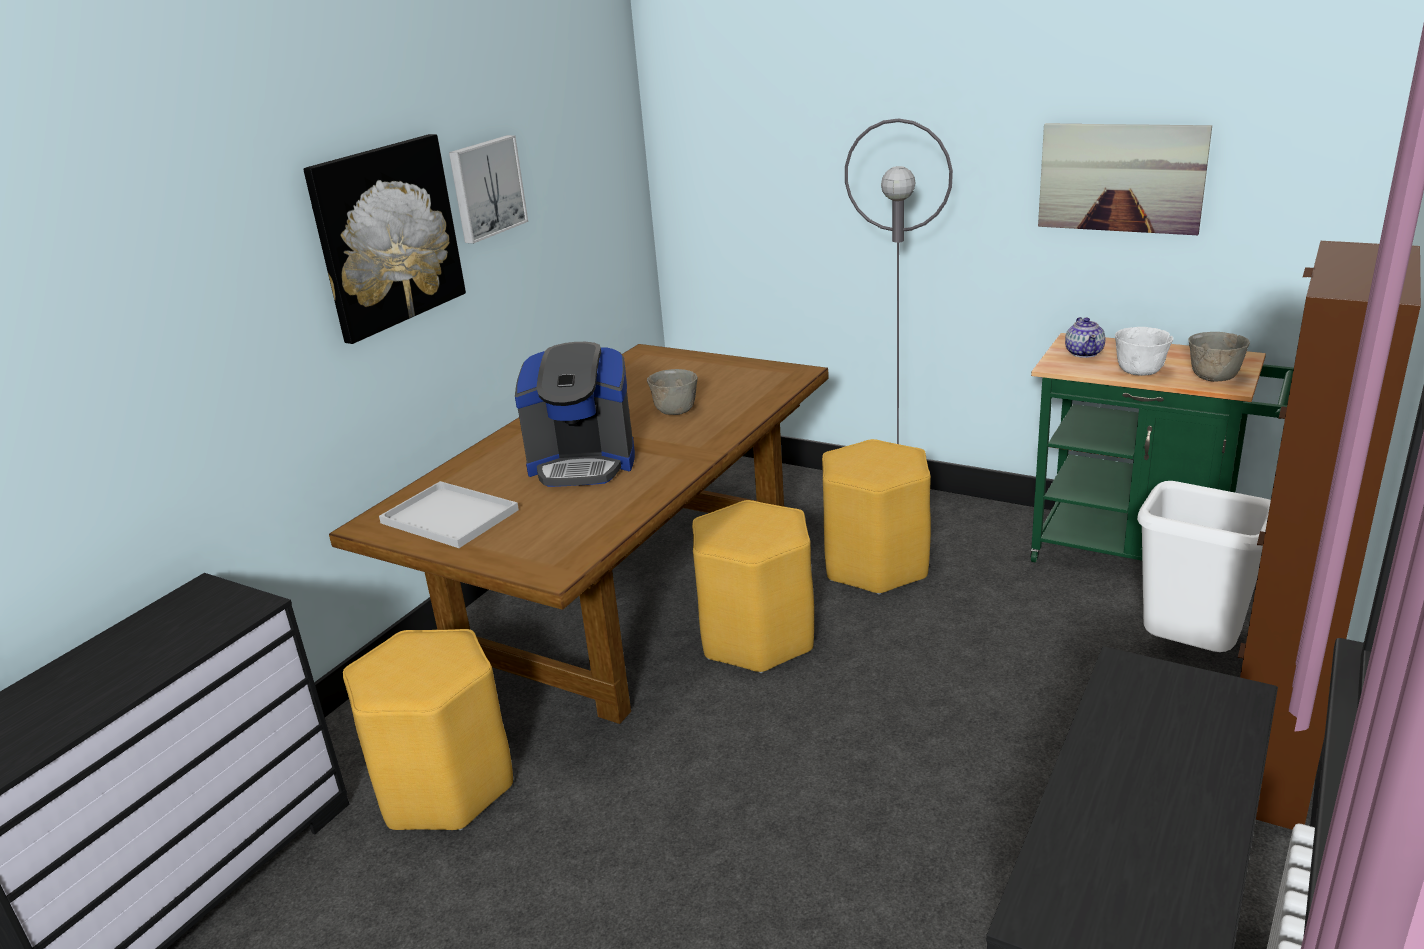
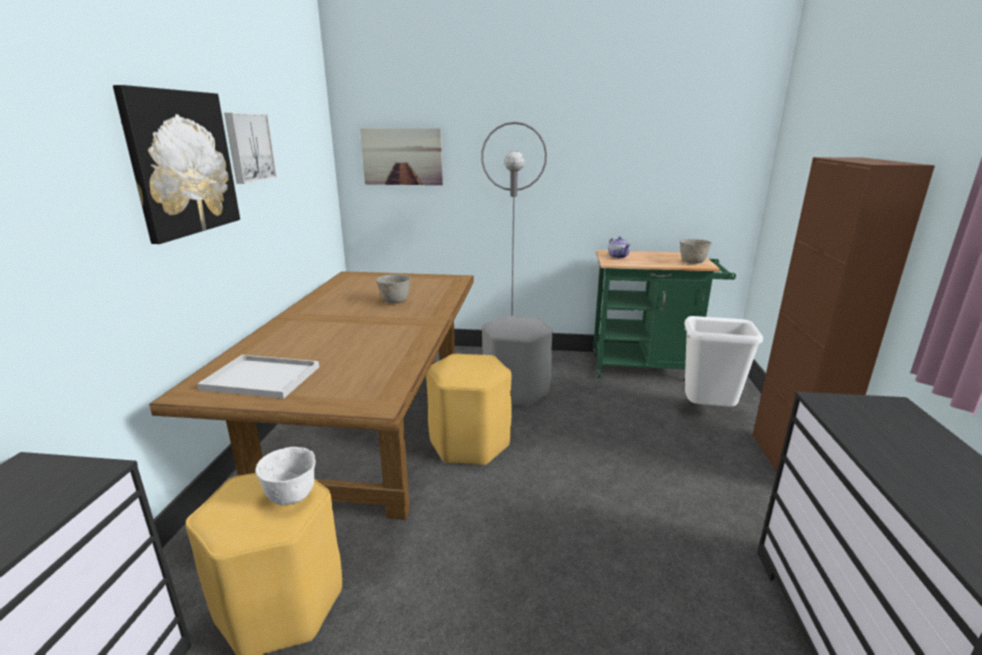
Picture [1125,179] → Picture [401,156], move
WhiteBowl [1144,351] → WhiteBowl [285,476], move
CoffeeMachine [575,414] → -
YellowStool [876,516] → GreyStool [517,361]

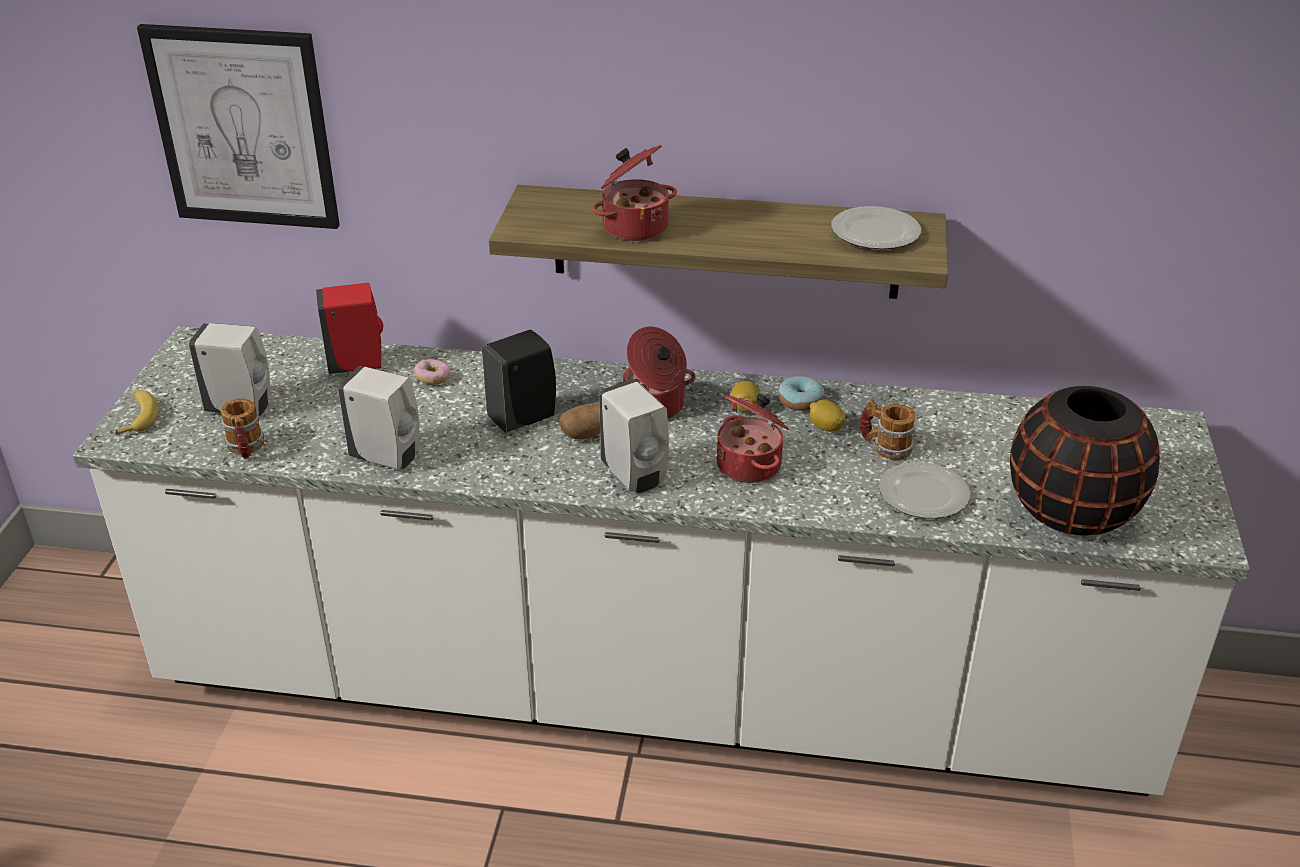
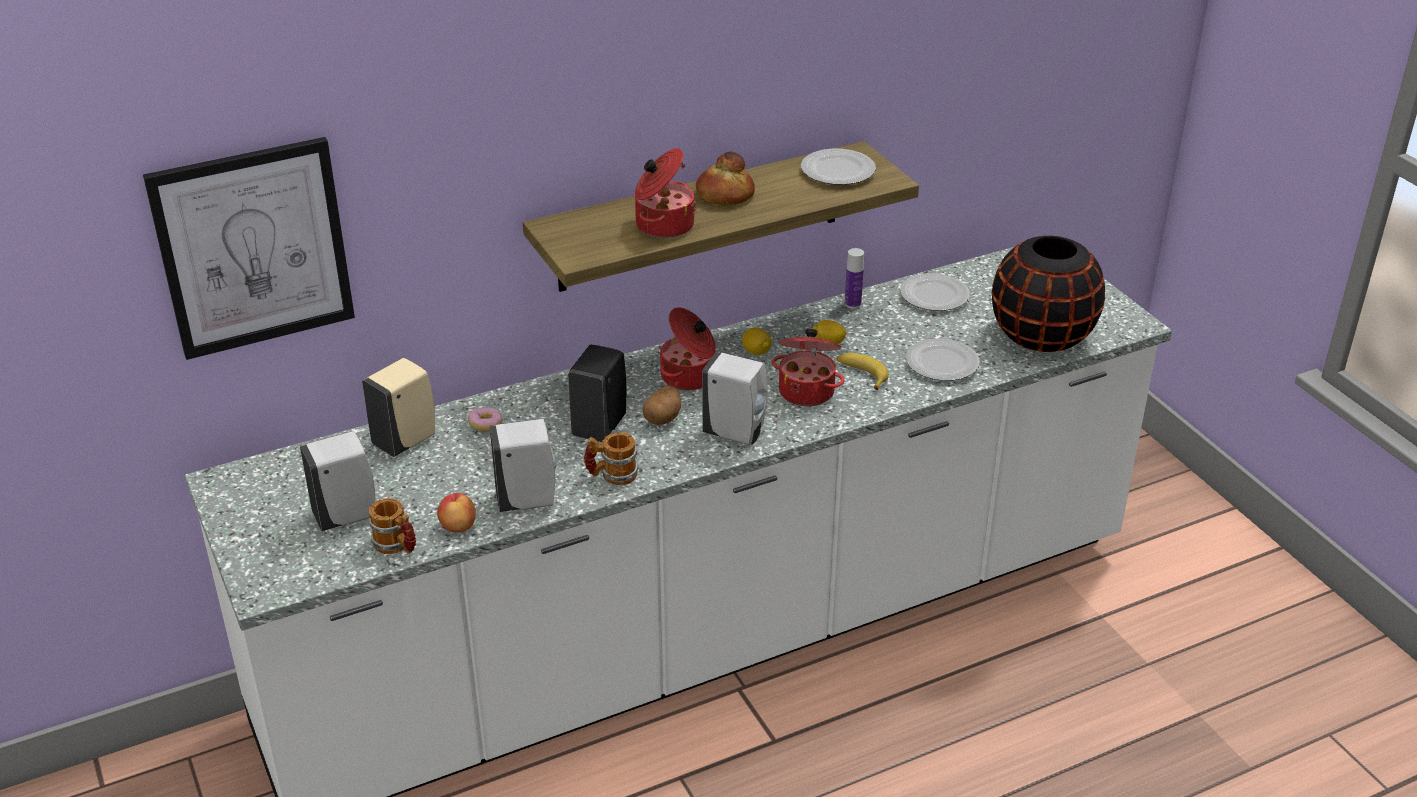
RedSoapDispenser [349,328] → BeigeSoapDispenser [398,407]
Donut [801,393] → -
Banana [136,412] → Banana [863,371], move
Mug [887,429] → Mug [611,458], move
- → Bread [725,178]
- → Bottle [854,278]
- → Plate [935,292]
- → Apple [456,512]

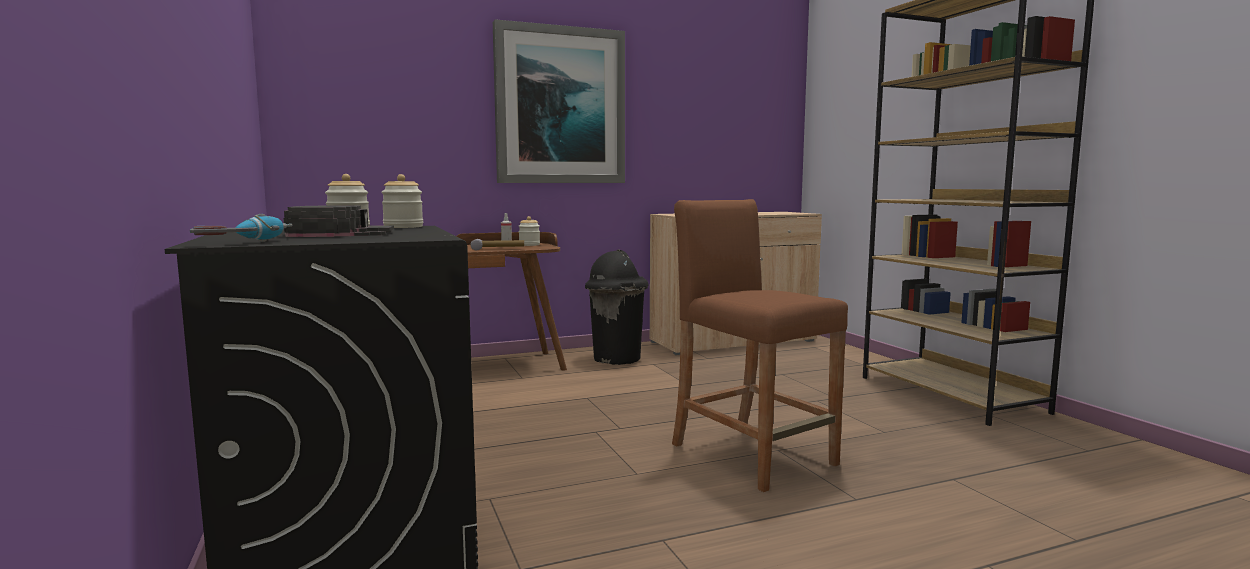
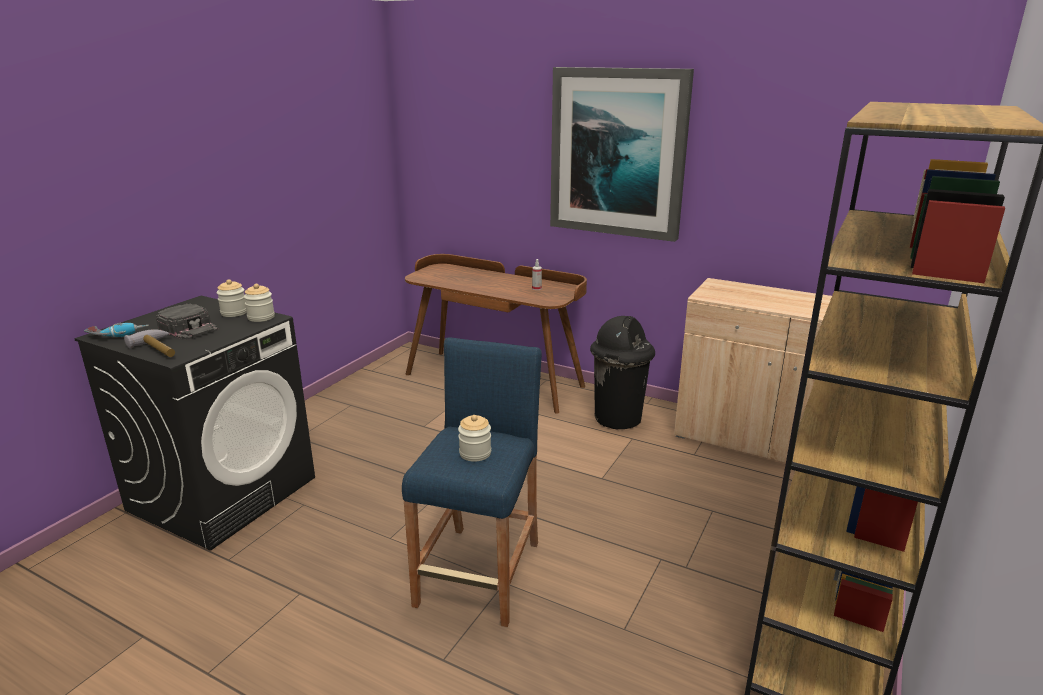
BrownStool [760,345] → BlueStool [472,482]
Jar [529,231] → Jar [474,438], move
Hammer [497,245] → Hammer [149,343], move

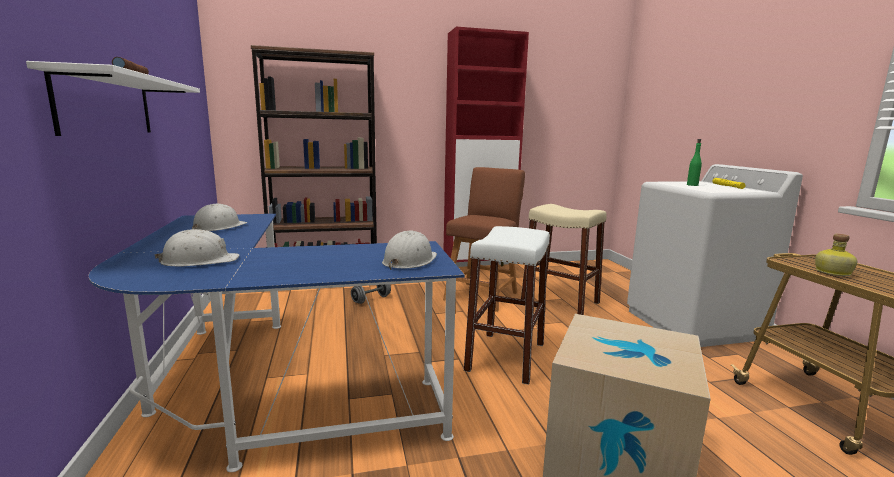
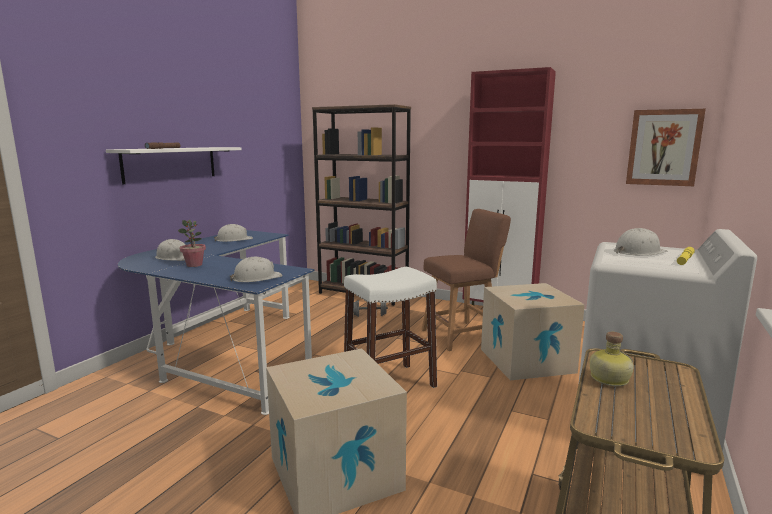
GreenBottle [694,162] → WhiteHardHat [641,242]
BeigeStool [564,259] → CardboardBox [533,331]
- → Picture [666,147]
- → PottedPlant [192,243]

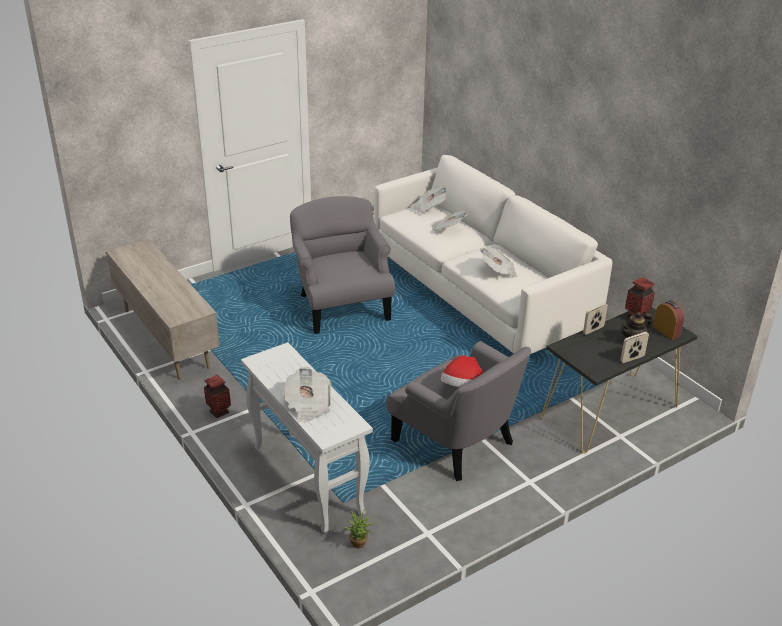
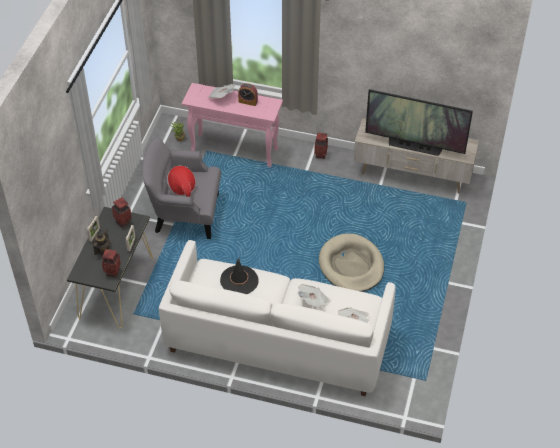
GreyArmchair [342,265] → BeigeDogBed [351,262]
Newspaper [498,262] → BlackHat [239,275]
AlarmClock [668,320] → AlarmClock [248,94], move
WhiteConsoleTable [307,437] → PinkConsoleTable [232,125]
- → Television [419,122]
- → Vase [122,212]

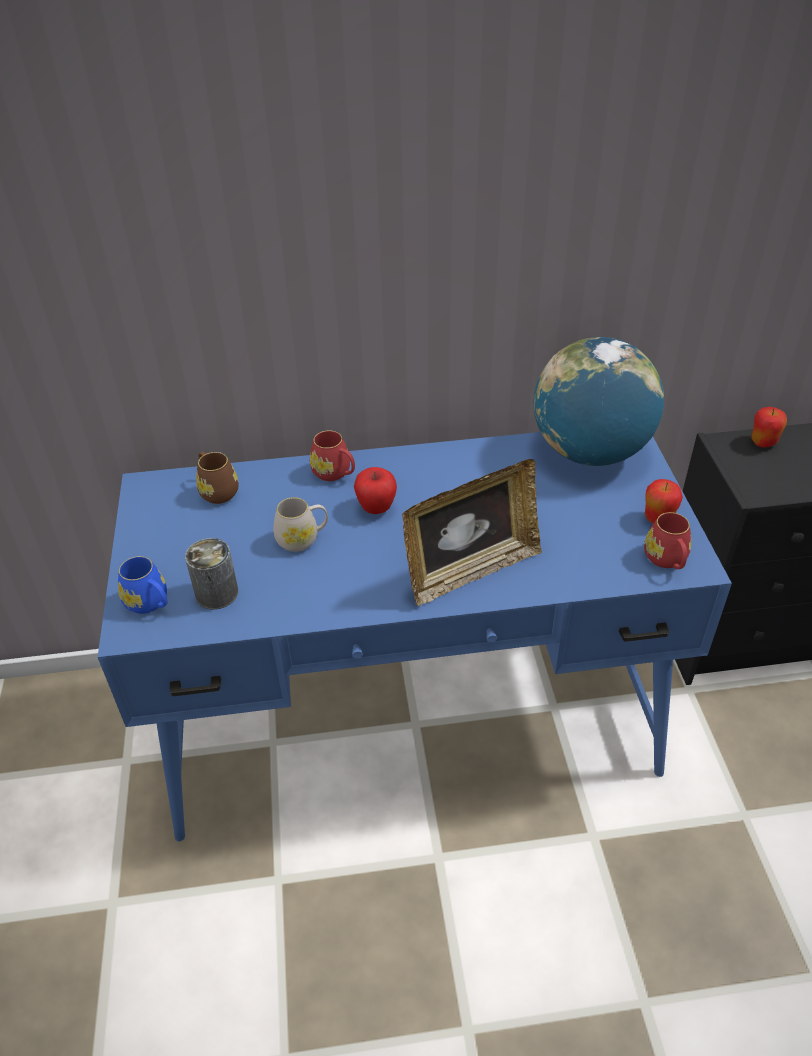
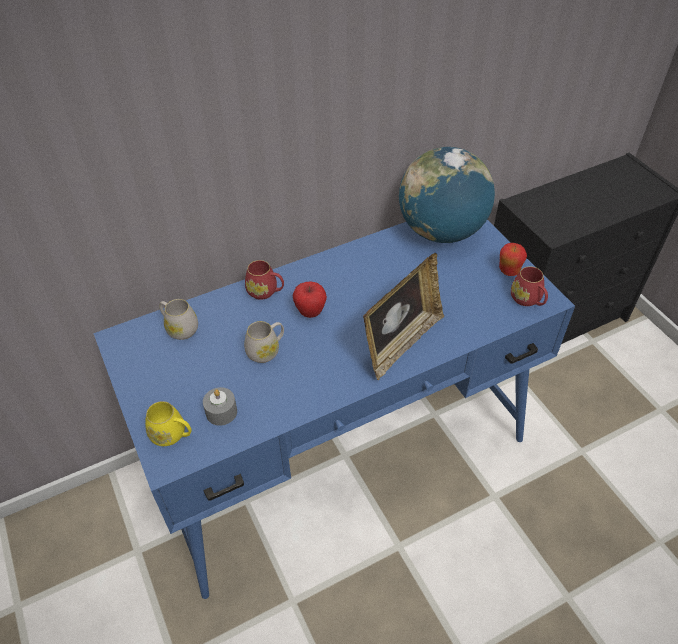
Apple [769,427] → -
BrownMug [217,478] → WhiteMug [178,319]
Can [211,574] → GreyCandle [220,406]
BlueMug [143,585] → YellowMug [168,423]

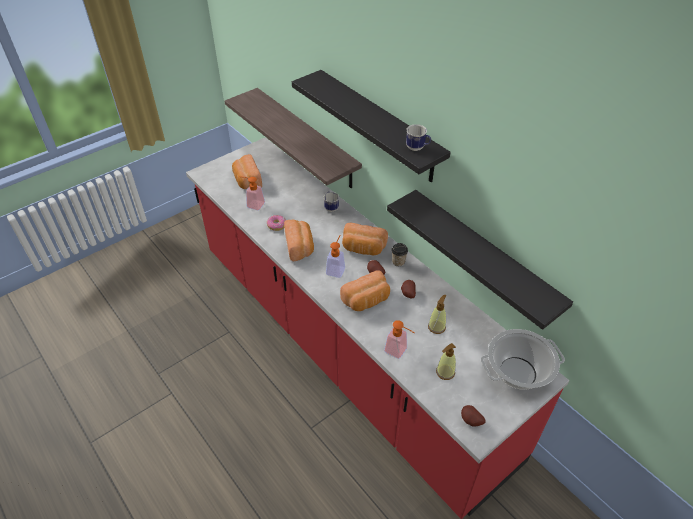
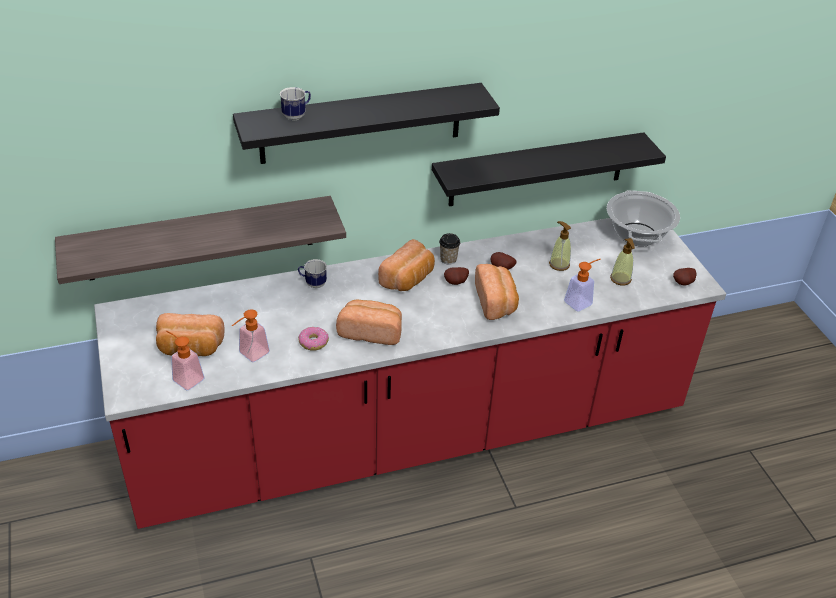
Mug [418,137] → Mug [295,103], move
SoapDispenser [335,256] → SoapDispenser [185,361], move

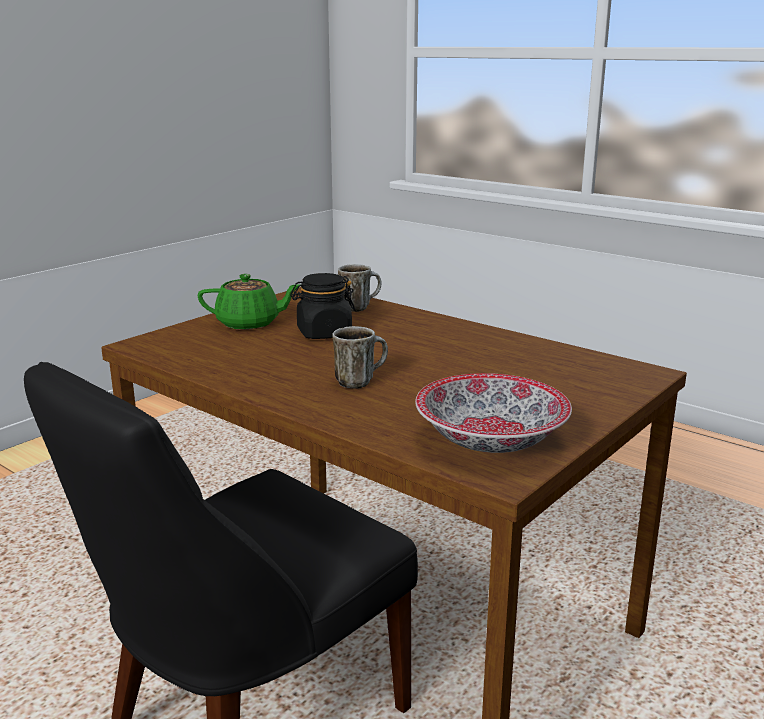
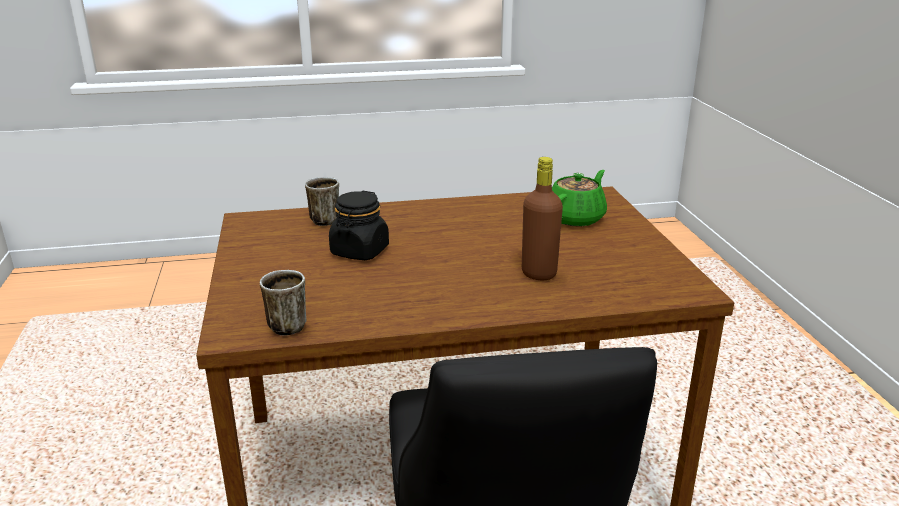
GreenTeapot [249,302] → GreenTeapot [579,198], move
Mug [360,357] → Mug [283,303], move
Bowl [493,413] → -
- → BrownBottle [542,218]

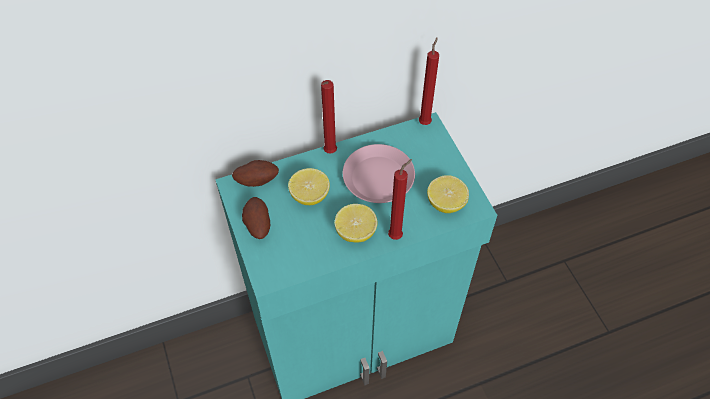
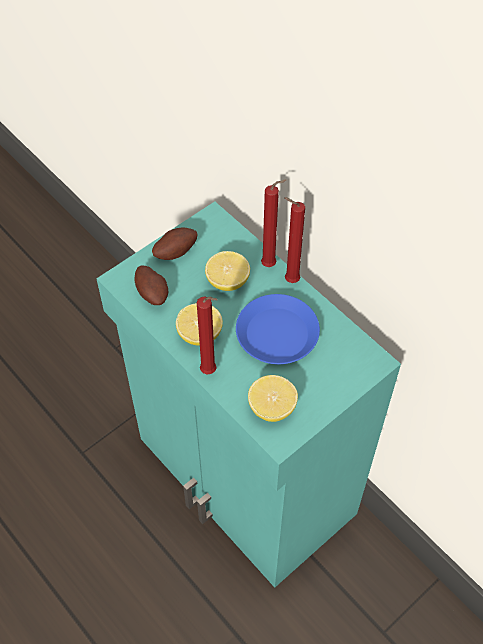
RedCandle [429,81] → RedCandle [273,223], move
PinkPlate [379,173] → BluePlate [278,329]
Potato [255,173] → Potato [151,285], move

